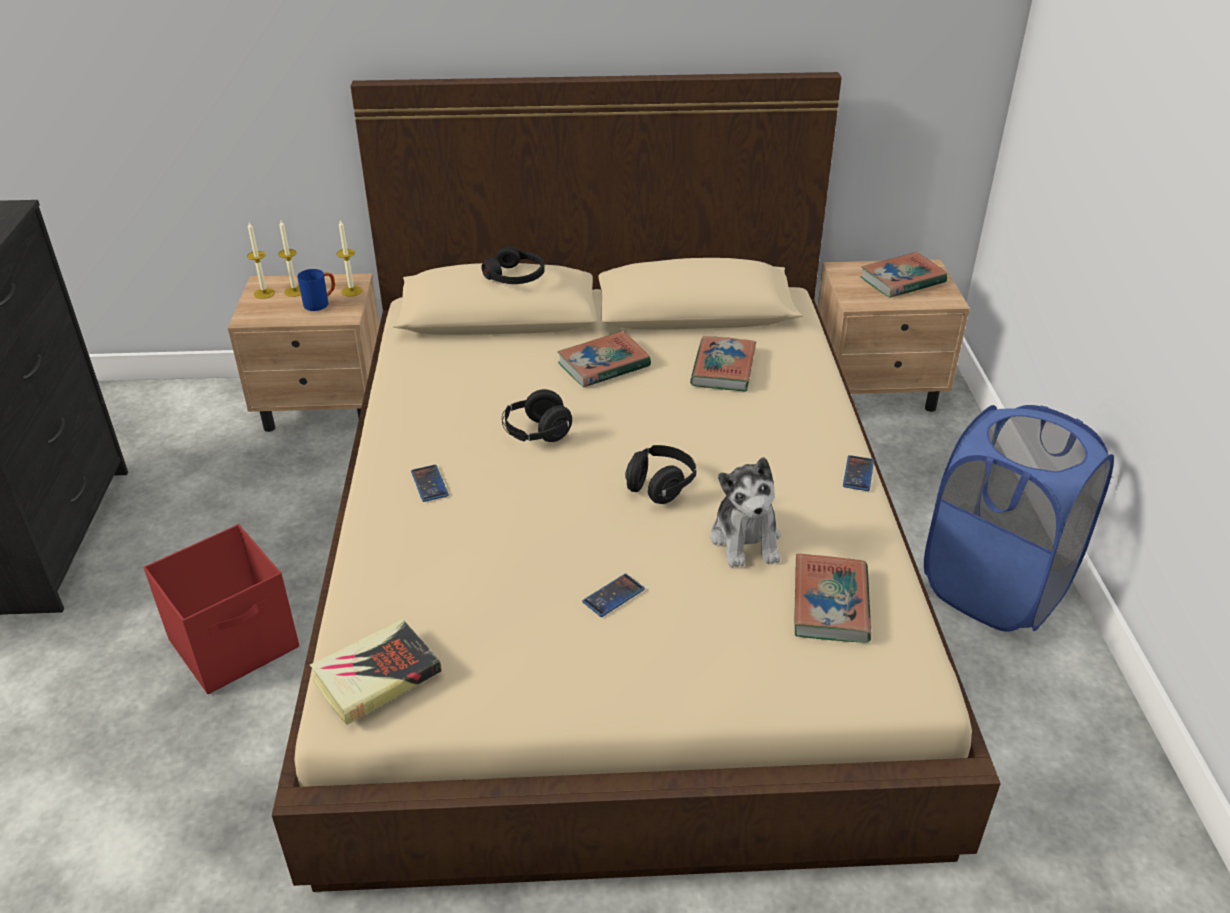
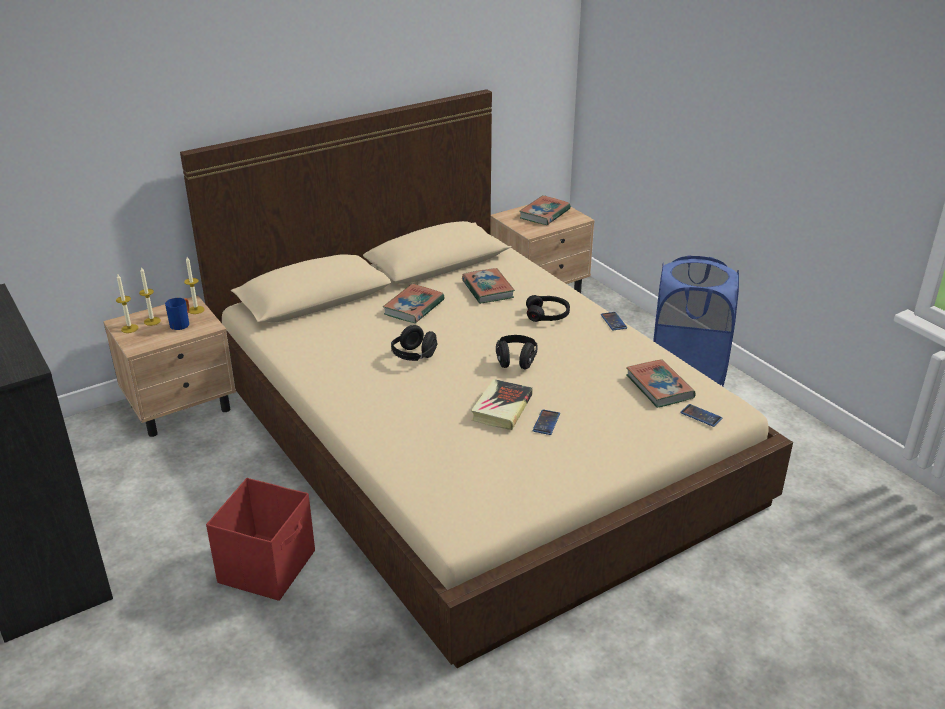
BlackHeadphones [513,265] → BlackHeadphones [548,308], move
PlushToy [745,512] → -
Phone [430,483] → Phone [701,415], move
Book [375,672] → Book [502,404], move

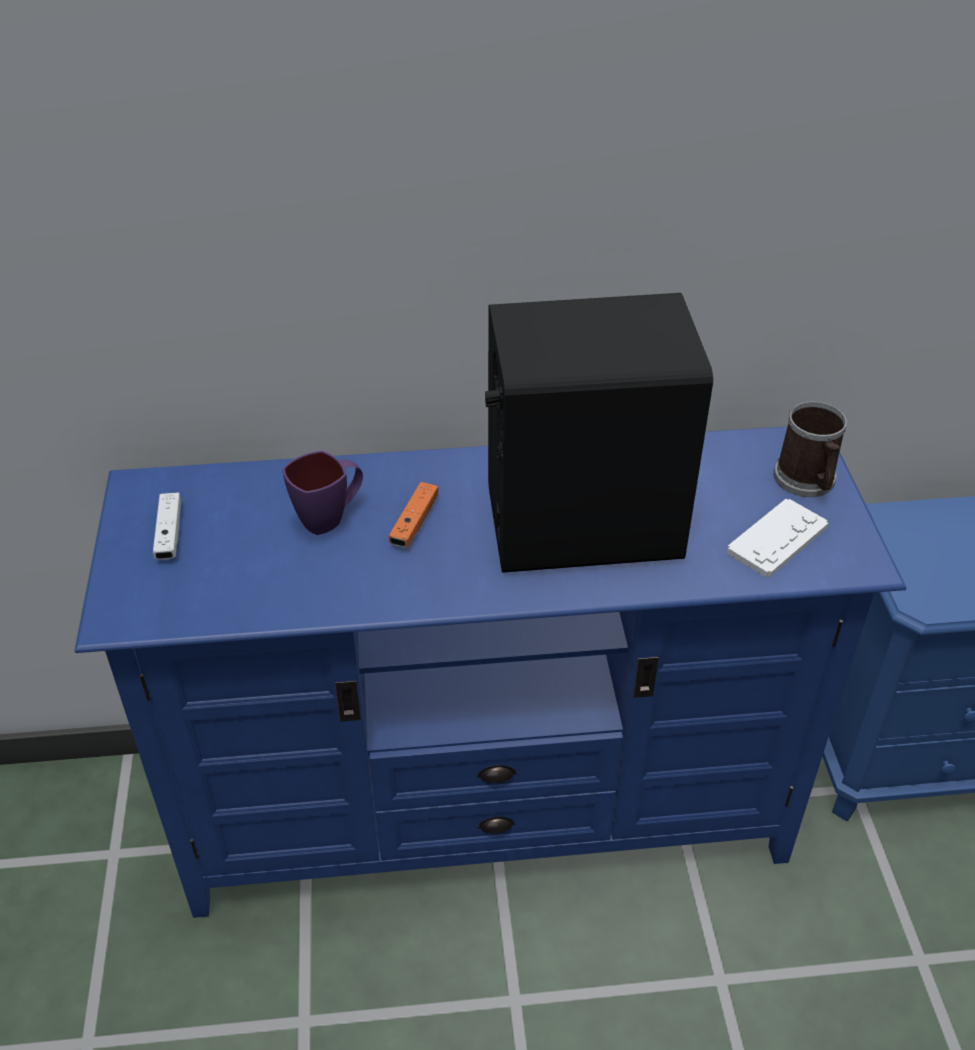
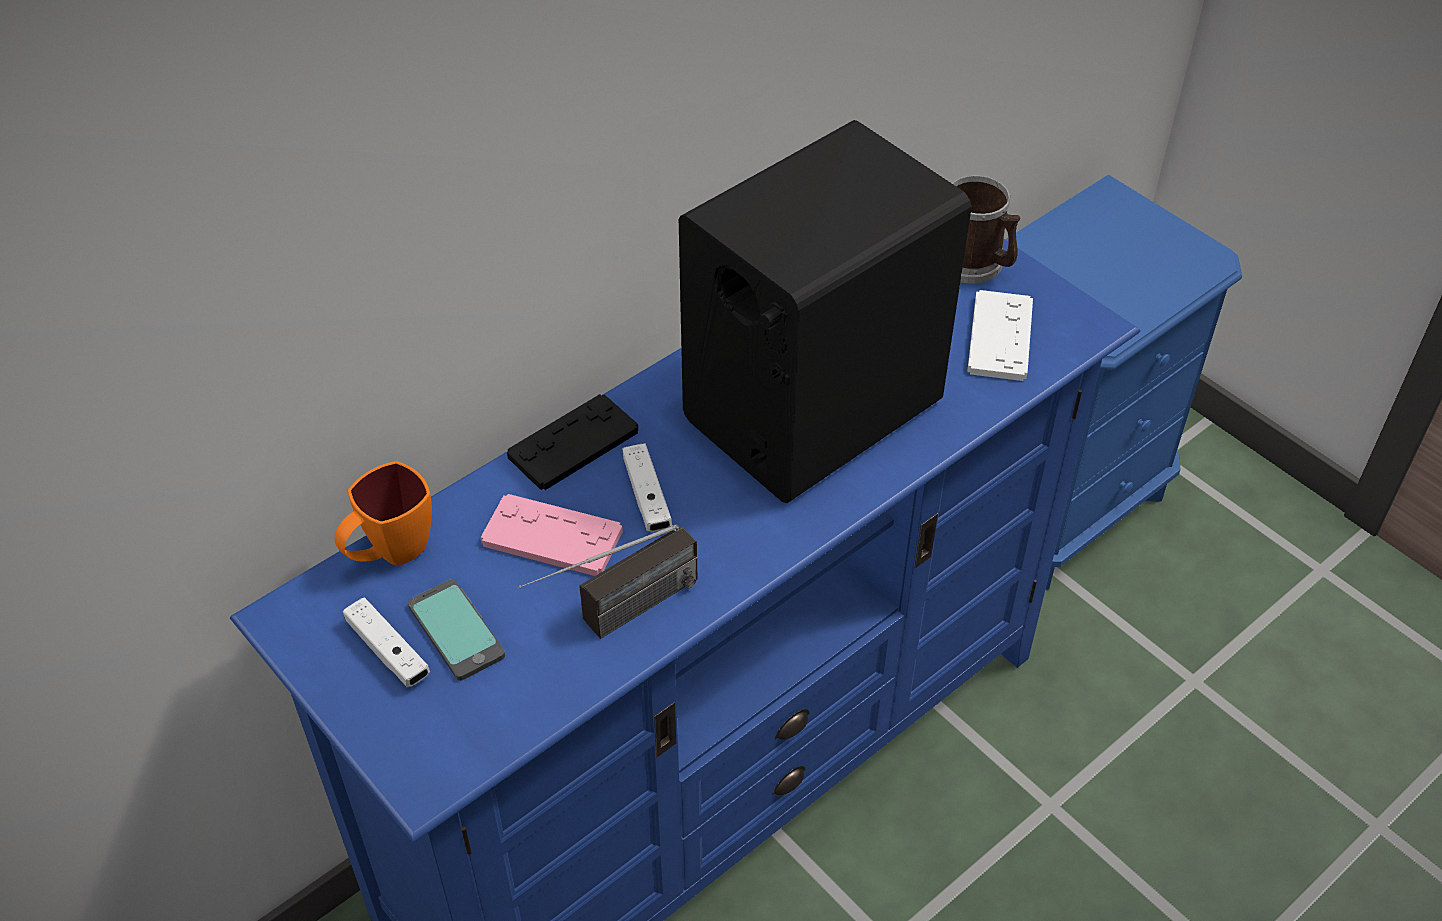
PurpleMug [322,493] → PinkGameController [551,535]
OrangeGameController [413,514] → WhiteGameController [647,487]
- → BlackGameController [572,442]
- → OrangeMug [383,513]
- → Radio [608,582]
- → Phone [456,630]

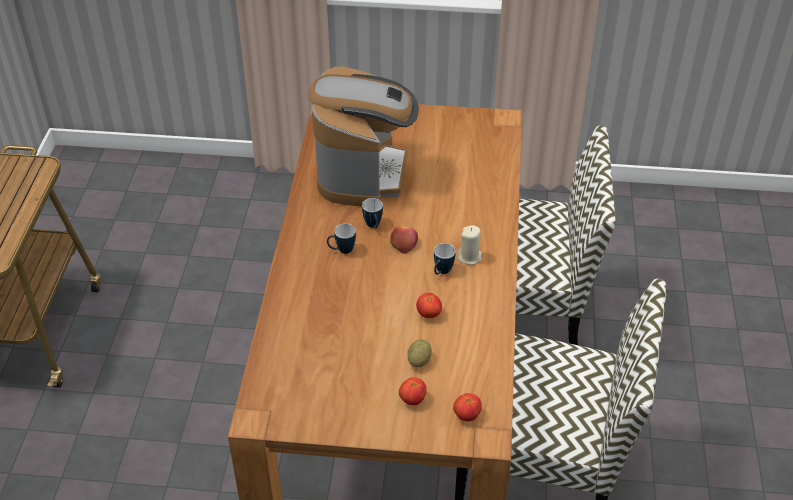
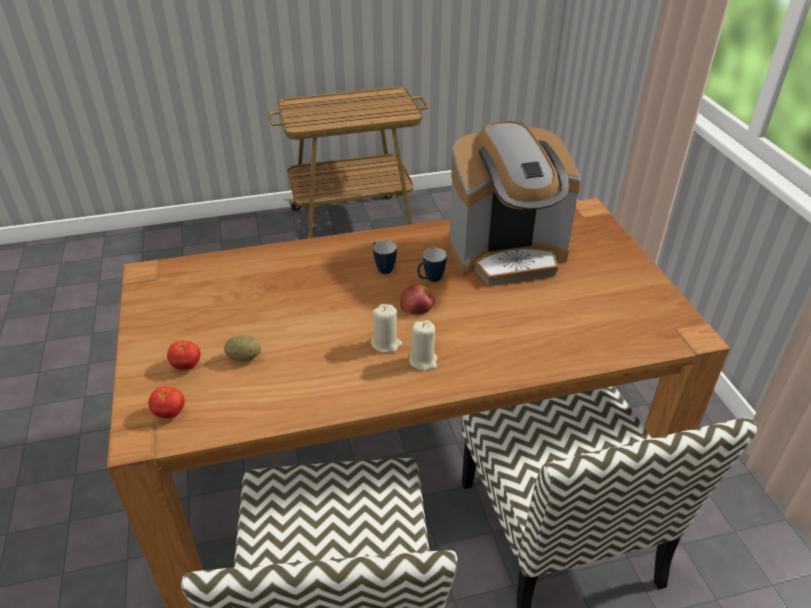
Mug [445,259] → BeigeCandle [386,328]
Tomato [429,305] → -

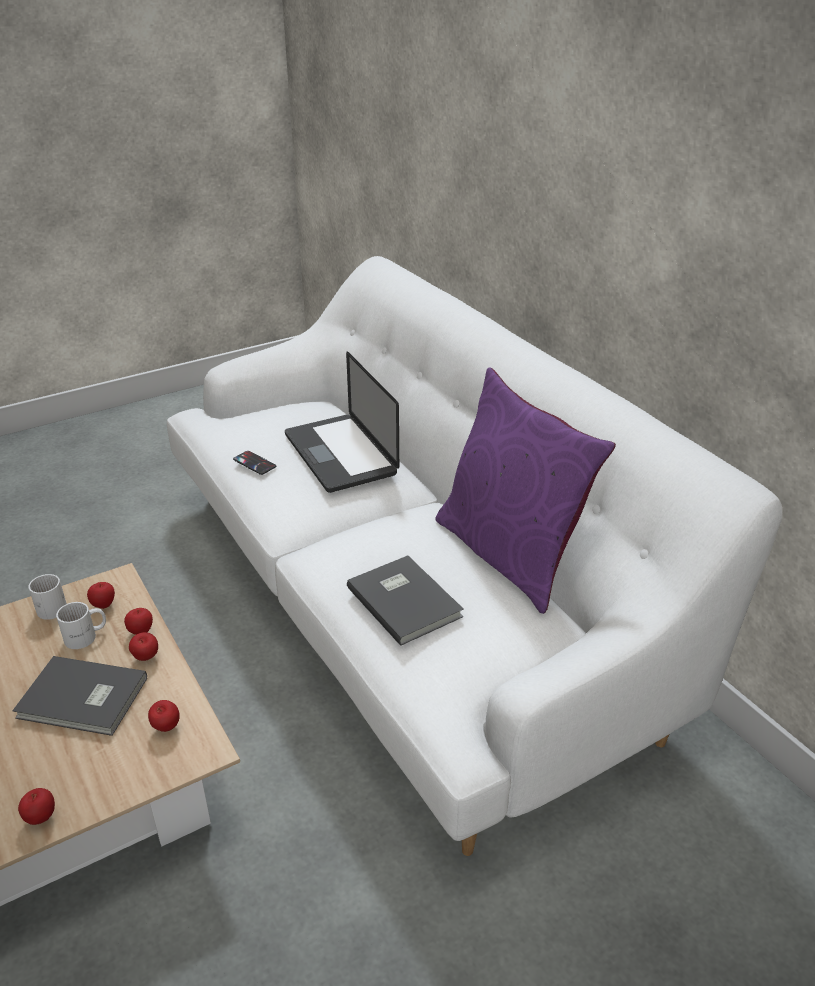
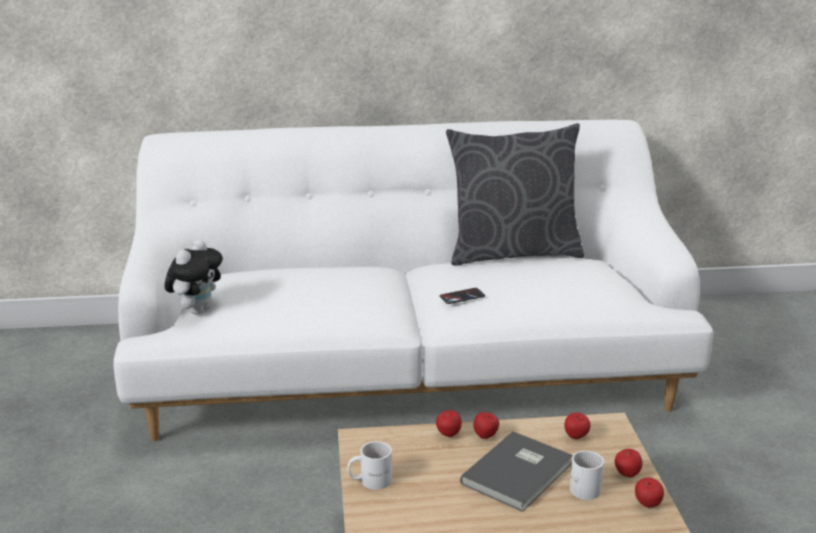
Laptop [342,422] → -
PurplePillow [525,490] → GreyPillow [515,194]
Phone [254,463] → Phone [462,296], move
GreyBook [405,600] → -
Apple [101,595] → Apple [628,463], move
WhiteMug [81,625] → WhiteMug [586,475], move
- → PlushToy [193,277]

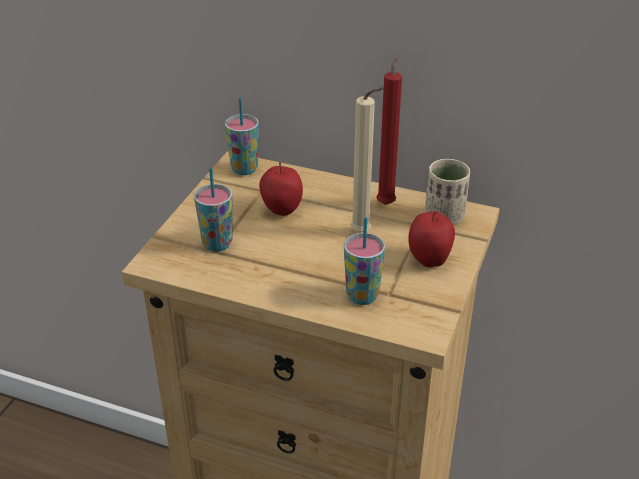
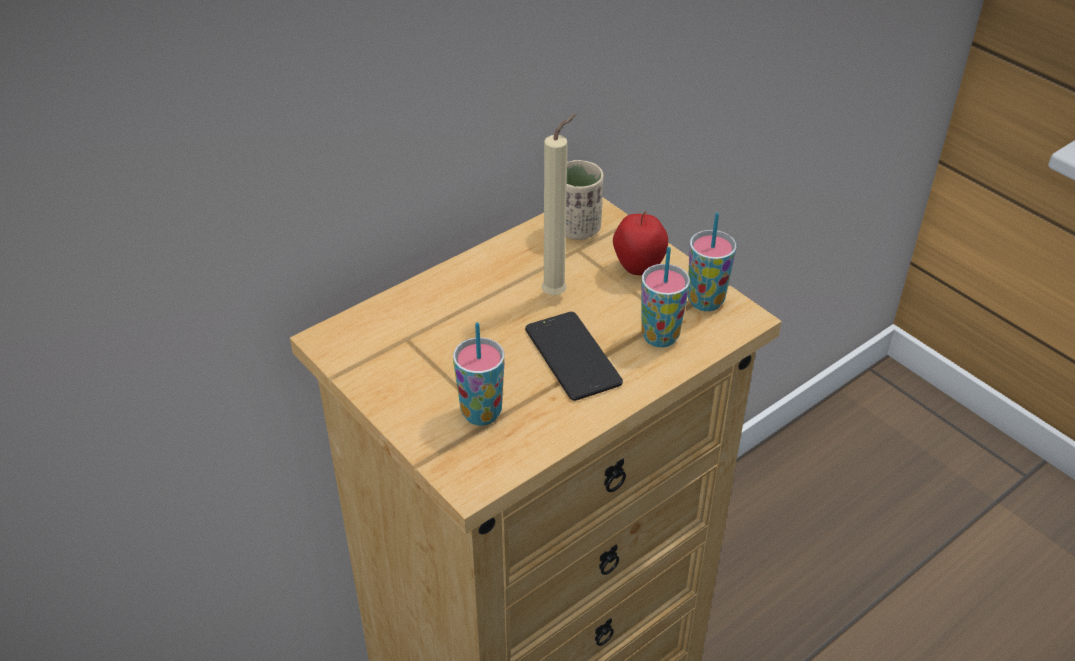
RedCandle [389,128] → -
Cup [242,136] → Cup [712,262], move
Apple [281,189] → -
- → Phone [574,356]

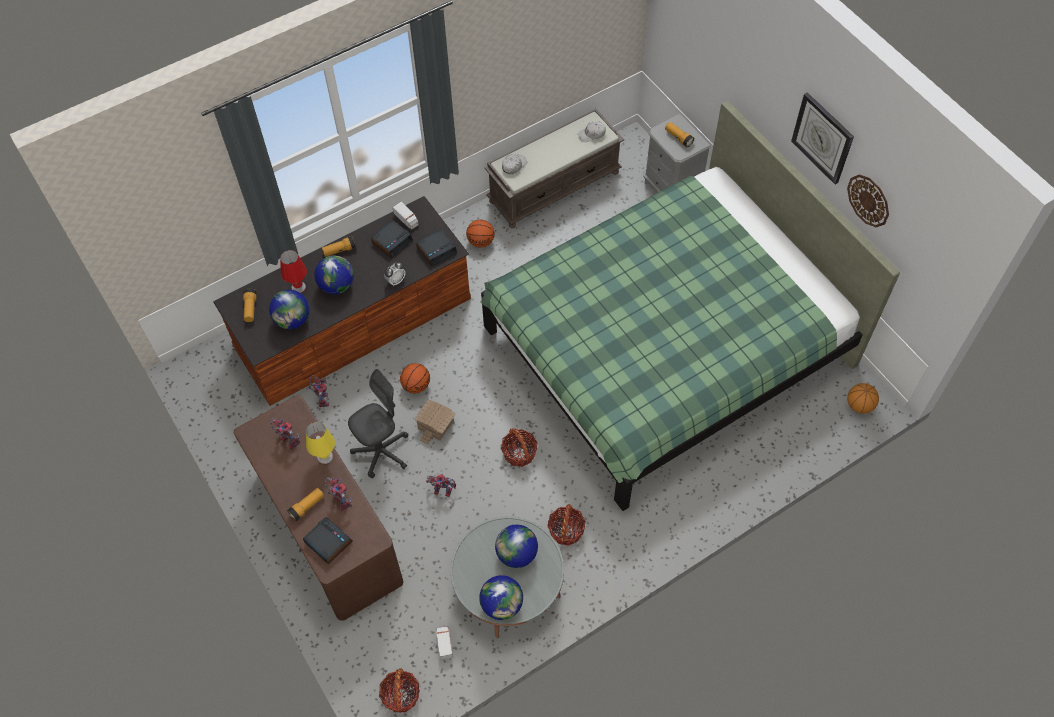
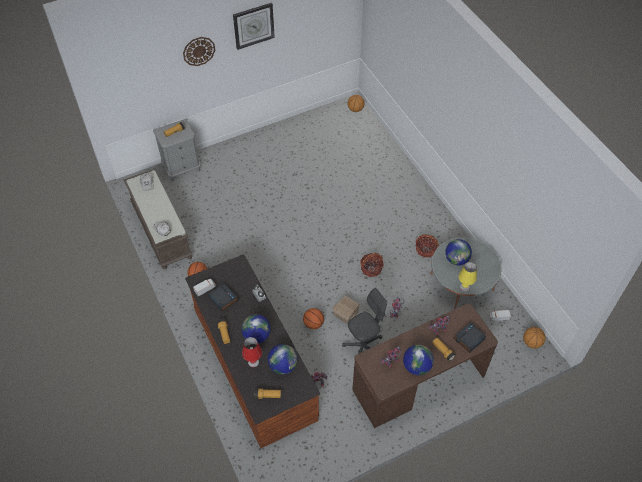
GreenBed [690,306] → -
WallClock [868,201] → WallClock [199,51], move
AlarmClock [436,247] → -
GreyOfficeChair [378,423] → GreyOfficeChair [364,321], 90 degrees clockwise
YellowTableLamp [320,443] → YellowTableLamp [468,276], move
Globe [501,597] → Globe [418,360], move
Basket [399,690] → Basketball [534,338]

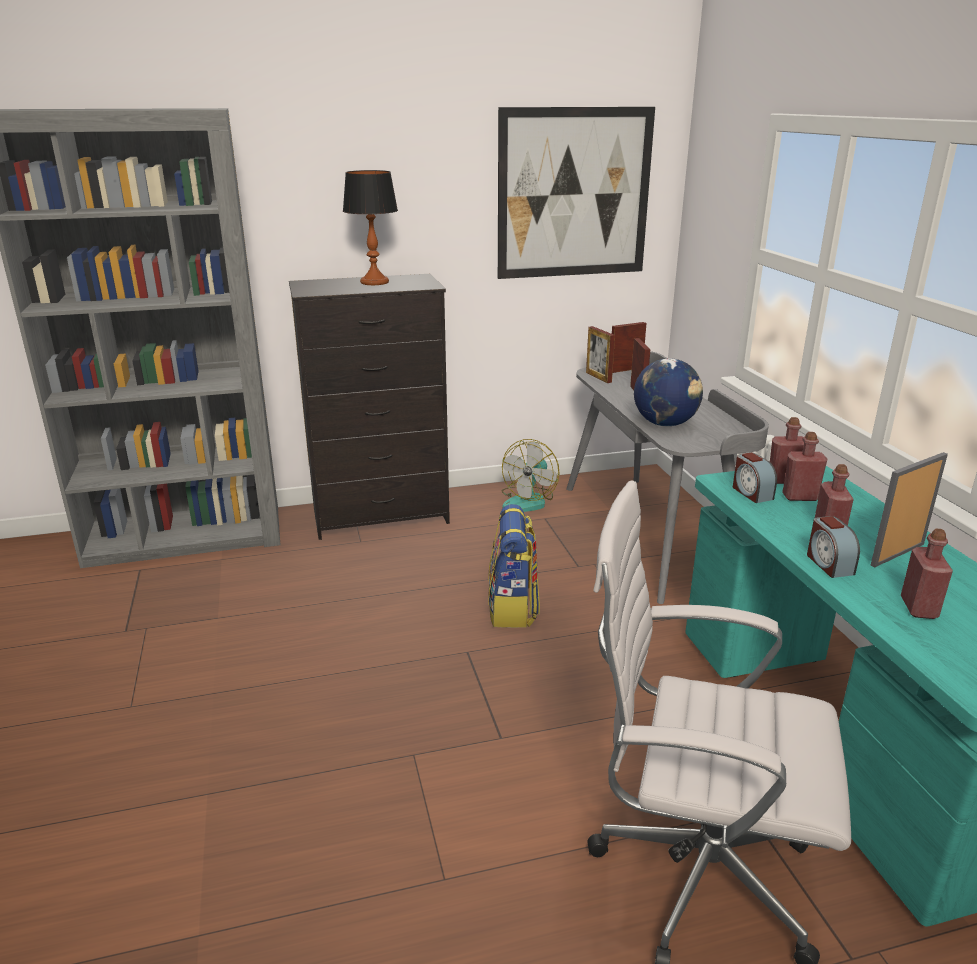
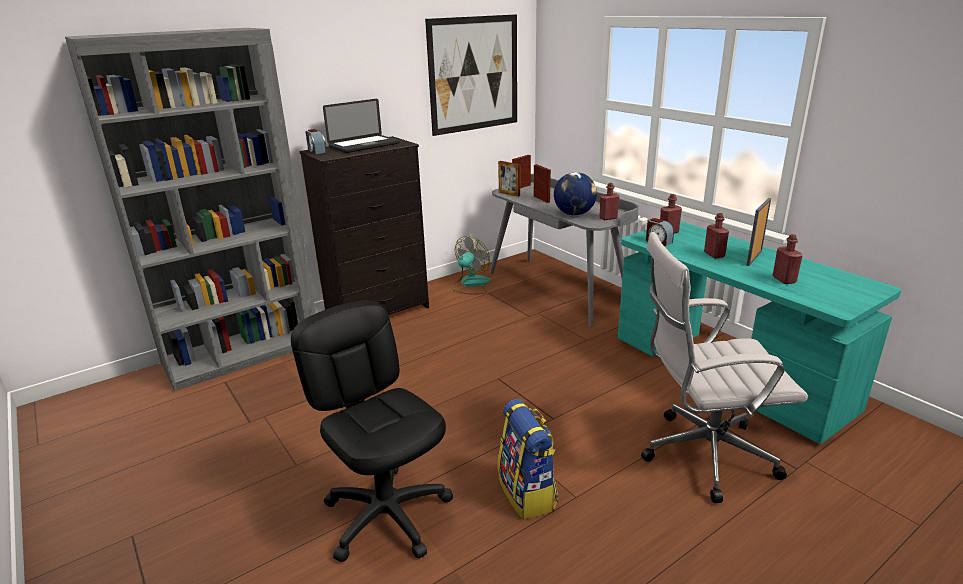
TableLamp [370,227] → Laptop [361,126]
RedBottle [804,466] → RedBottle [609,201], move
Fan [531,475] → Fan [471,265], 150 degrees counterclockwise
Backpack [514,566] → Backpack [528,459], move
AlarmClock [833,547] → AlarmClock [316,141], move
- → BlackOfficeChair [372,431]

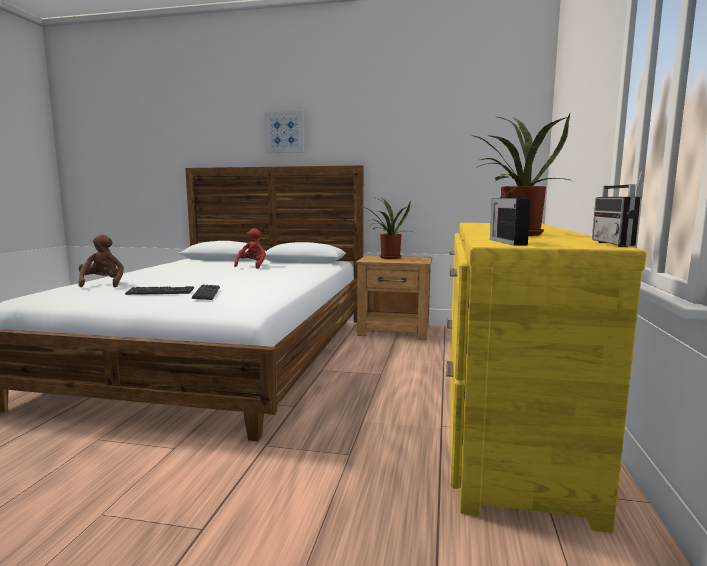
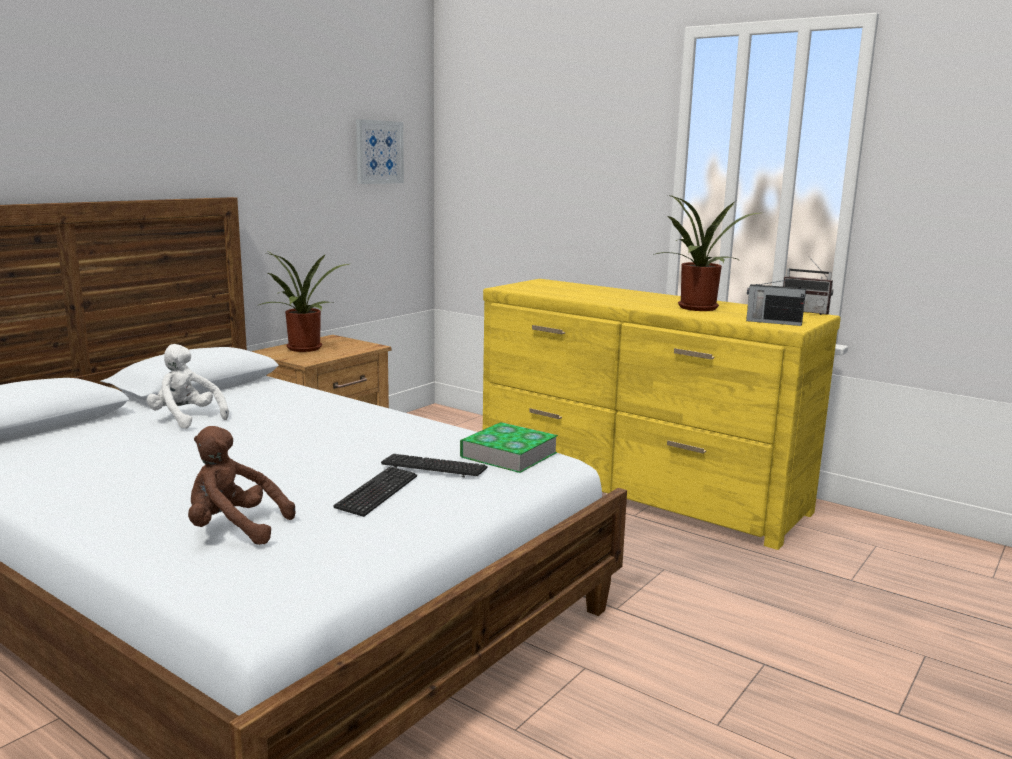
Picture [284,132] → Picture [380,151], move
RedPlushToy [250,248] → WhitePlushToy [188,386]
- → Book [509,447]

